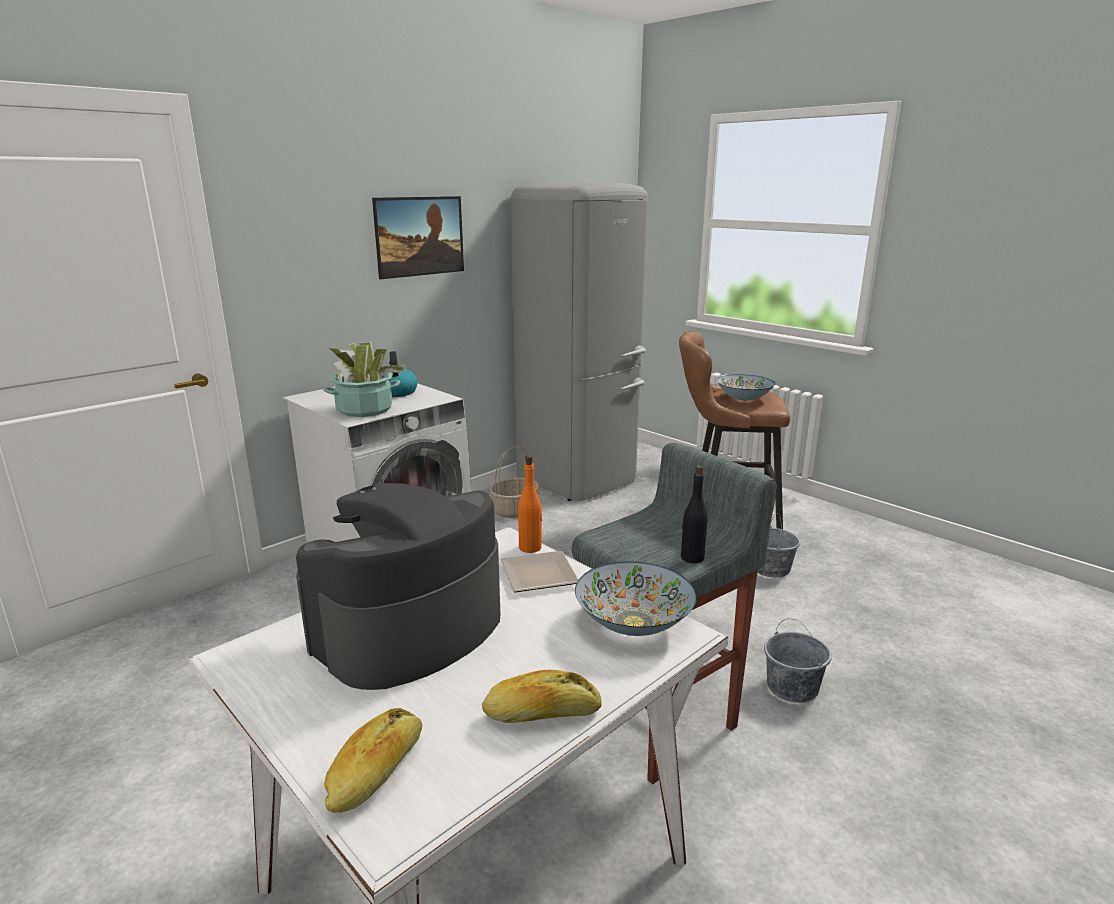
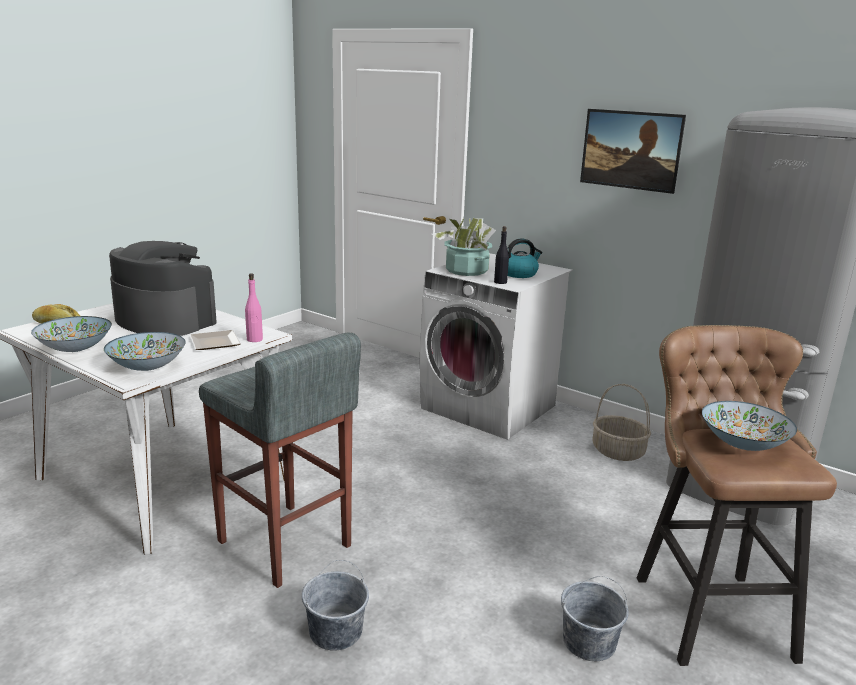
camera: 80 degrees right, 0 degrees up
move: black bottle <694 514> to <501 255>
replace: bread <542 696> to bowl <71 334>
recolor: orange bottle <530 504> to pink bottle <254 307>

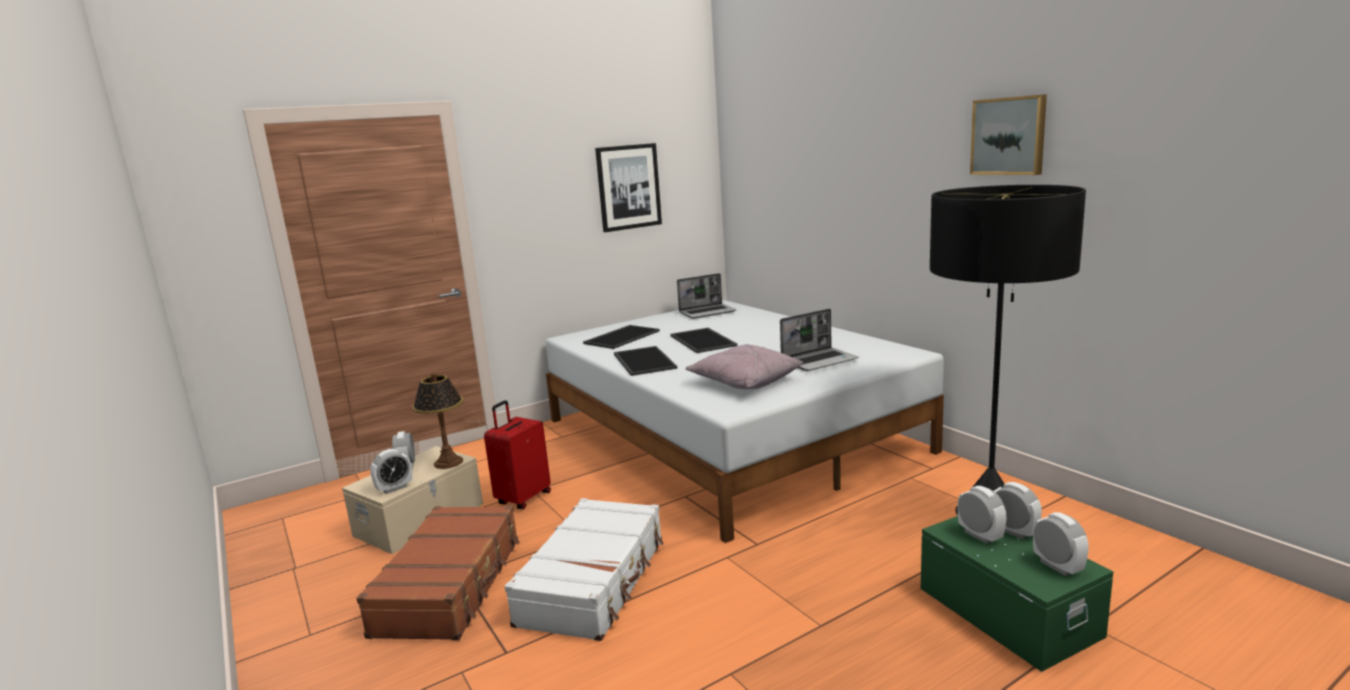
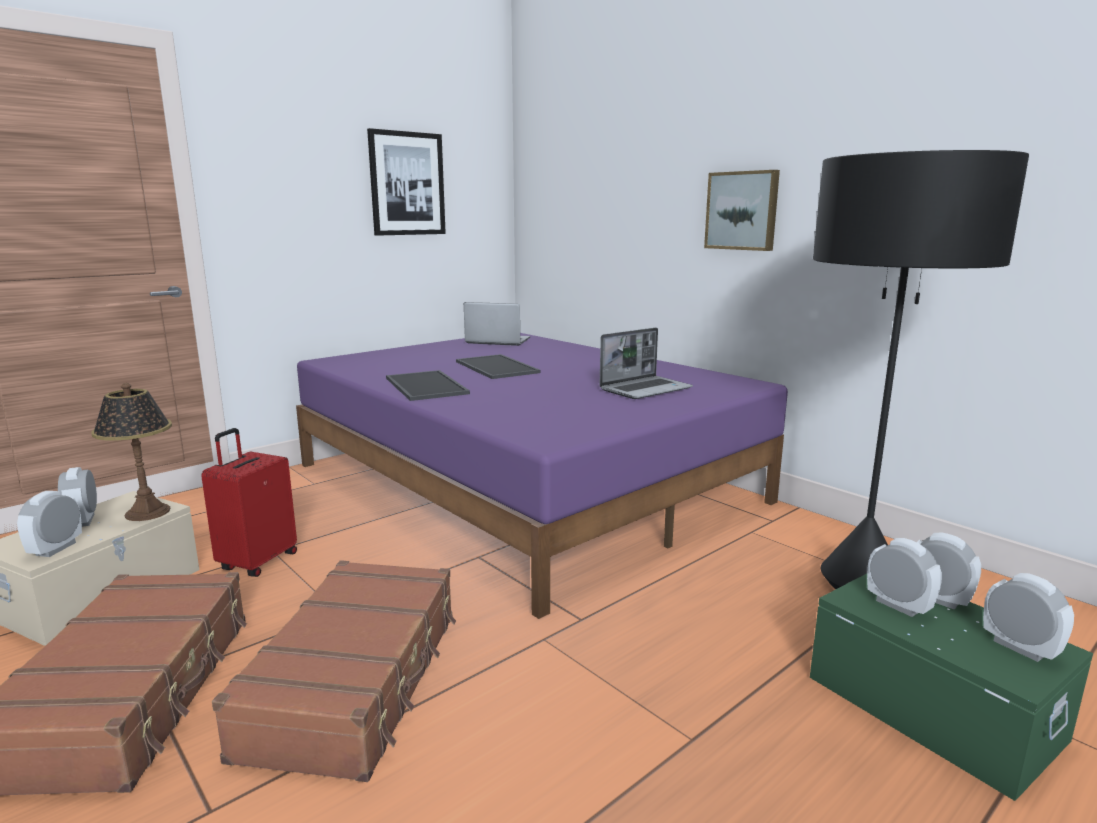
camera: 10 degrees left, 0 degrees up
delete: tray <621 337>; purple pillow <744 366>
move: picture <1008 134> to <742 210>
recolor: white bed <745 421> to purple bed <542 476>; white suitcase <584 569> to brown suitcase <334 671>
rotate: laptop <706 296> = <497 324> 135 degrees counterclockwise; alarm clock <391 471> = <49 524> 150 degrees clockwise

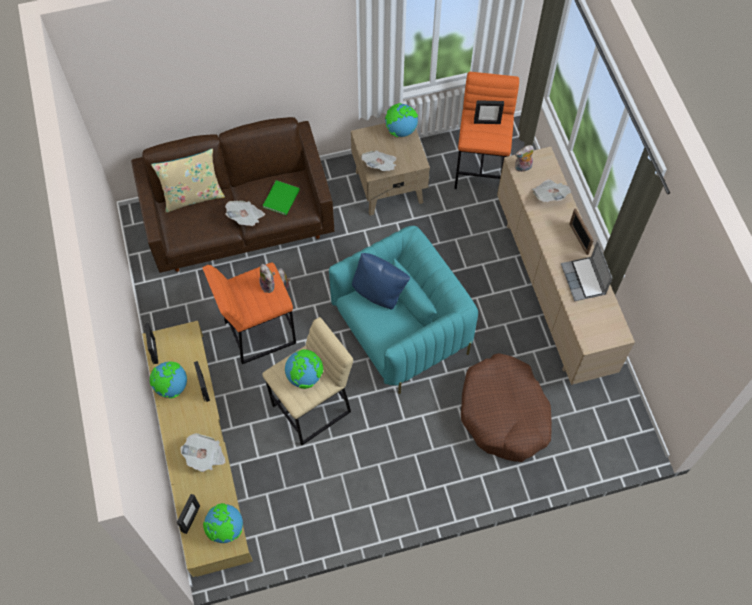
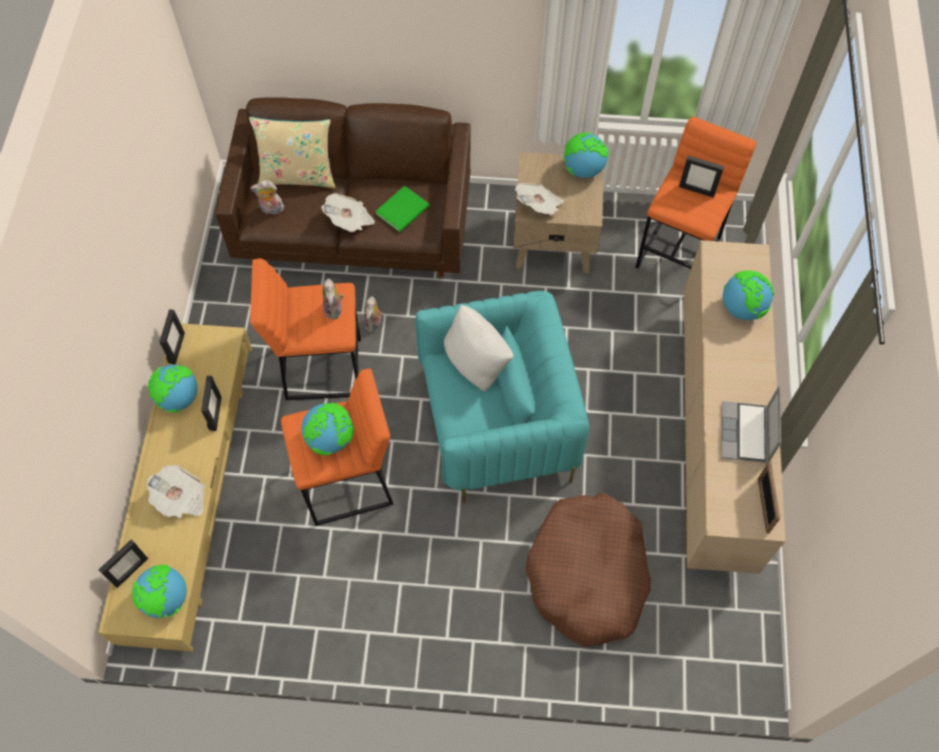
camera: 20 degrees right, 0 degrees up
move: plush toy <524 158> to <267 197>; picture frame <581 231> to <769 497>
replace: newspaper <551 190> to globe <748 295>
recolor: blue pillow <381 281> to white pillow <478 348>; beige stool <308 381> to orange stool <337 447>

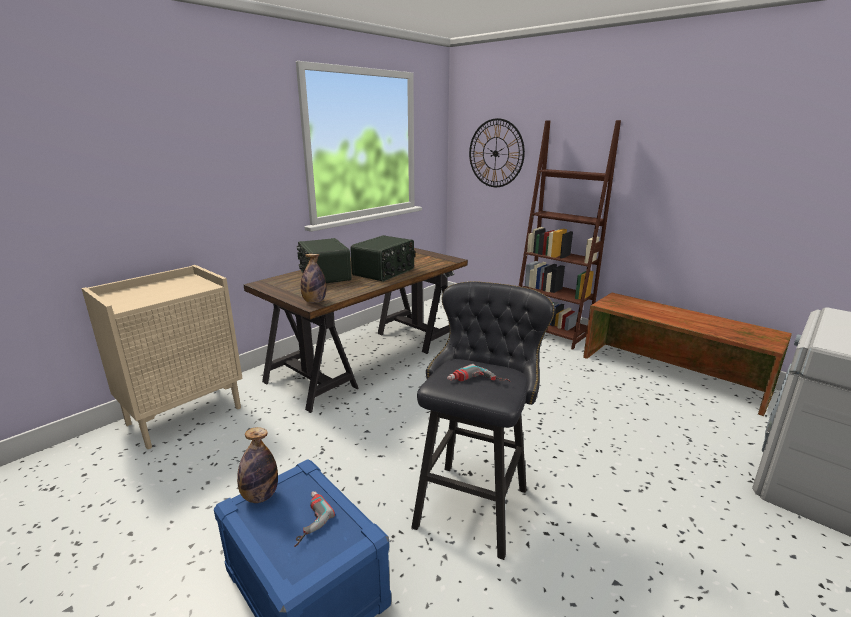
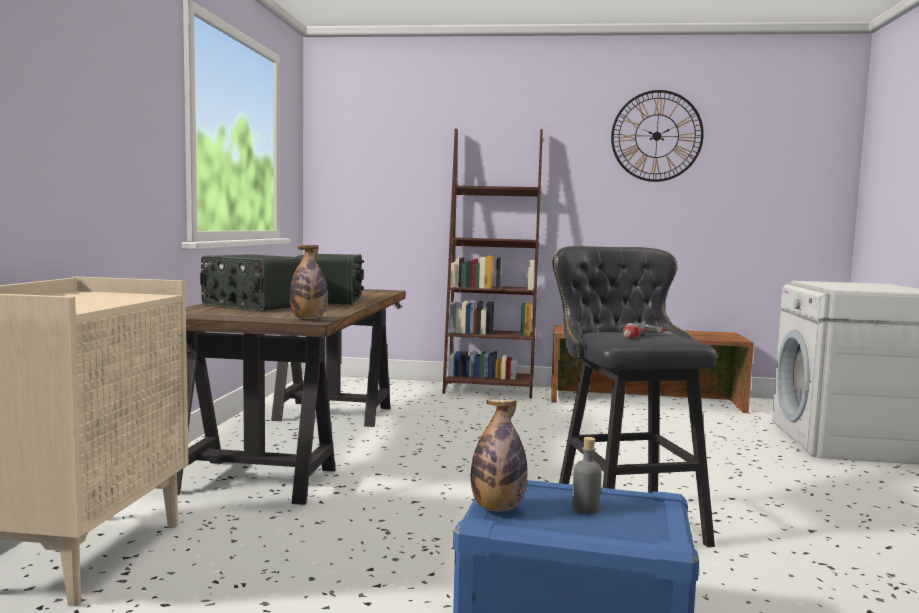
camera: 35 degrees left, 15 degrees down
move: wall clock <497 152> to <657 136>
replace: power drill <314 519> to grey bottle <587 475>

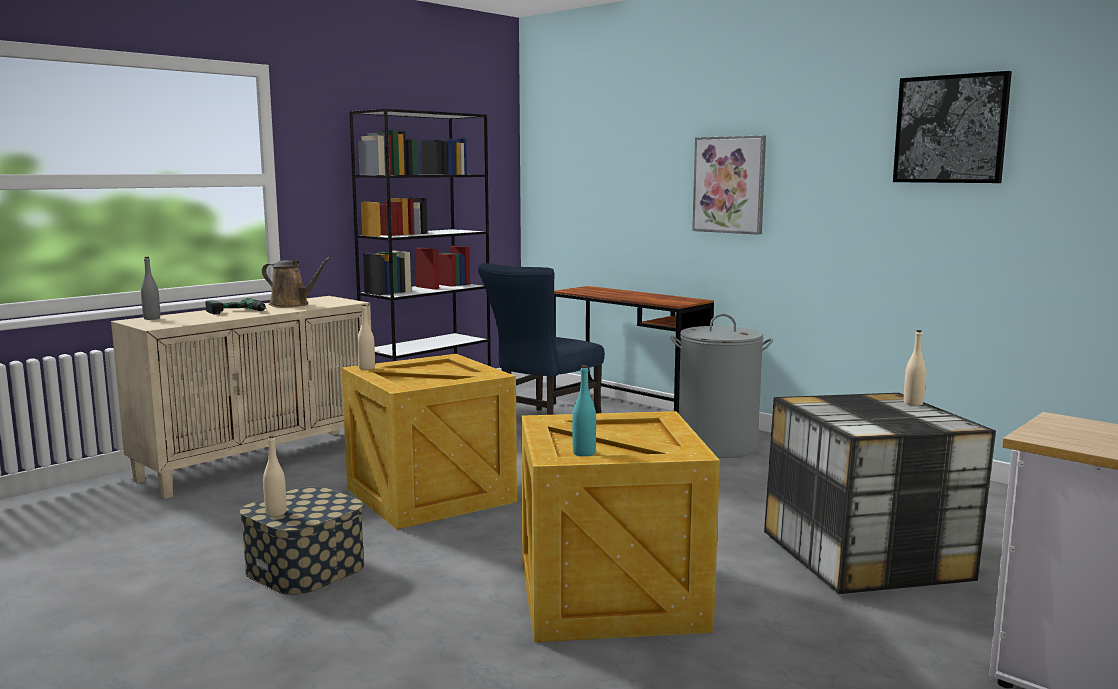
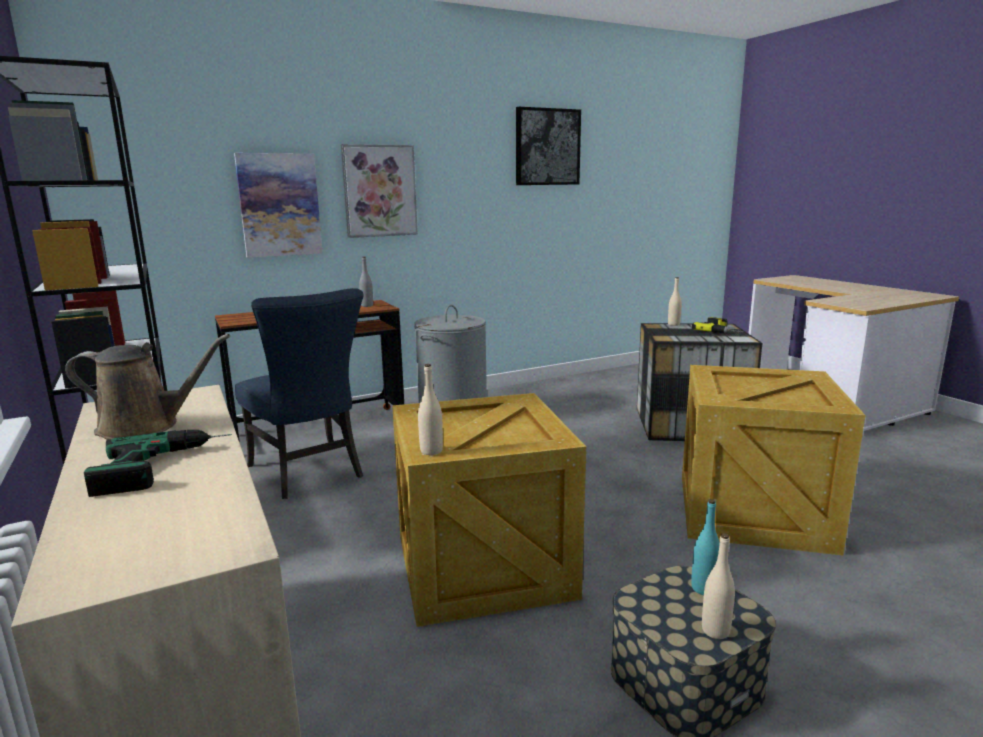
camera: 70 degrees left, 5 degrees up
insert: picture <278 205>; power drill <718 325>
move: grey bottle <150 288> to <366 282>; turquoise bottle <584 410> to <705 547>
rotate: brown watering can <296 282> = <147 387> 45 degrees clockwise

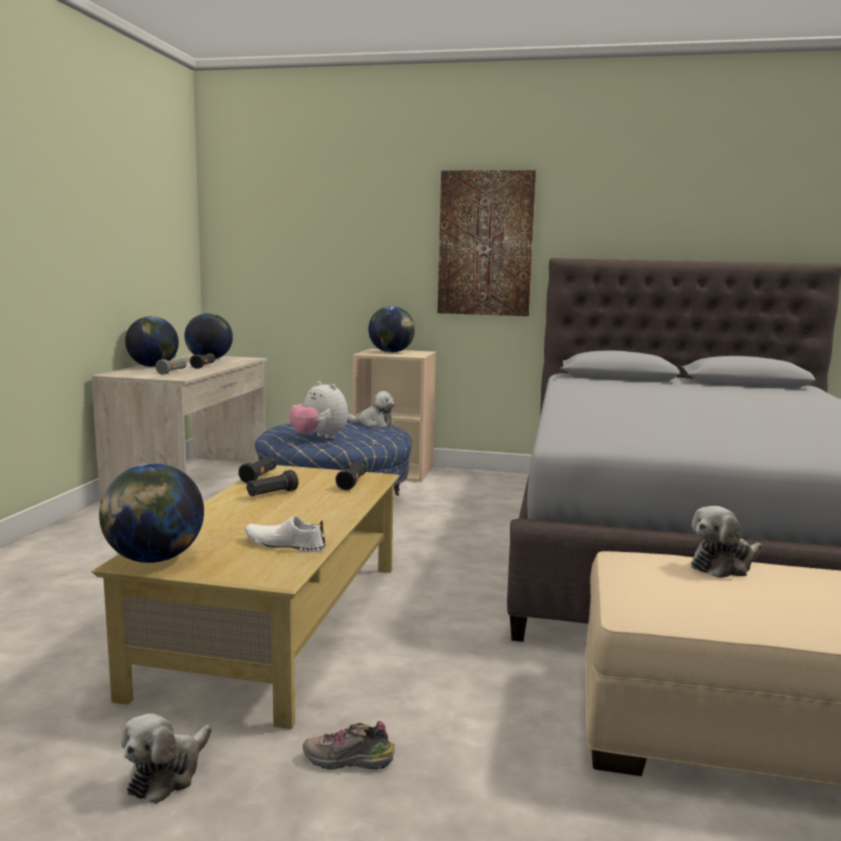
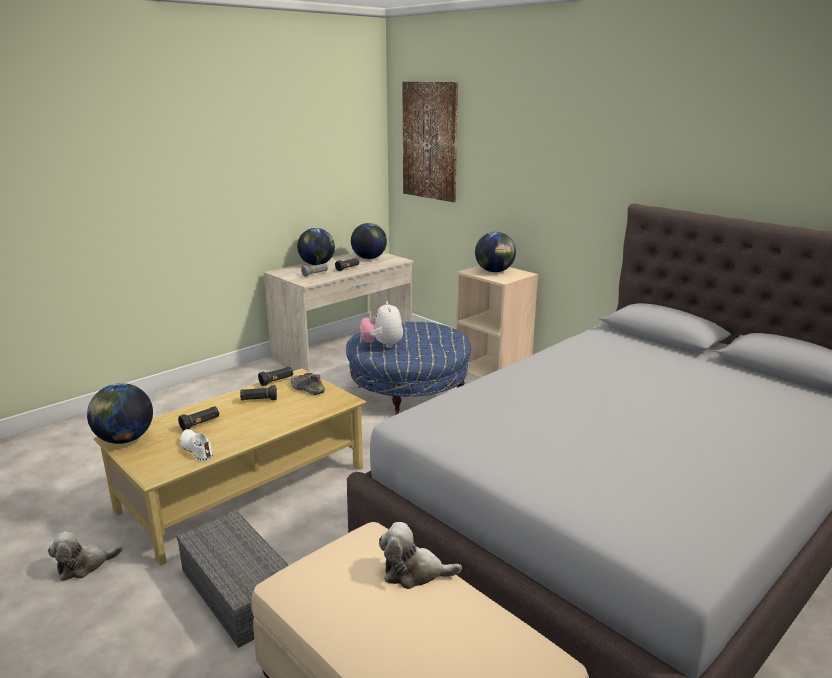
camera: 35 degrees right, 10 degrees up
delete: plush toy <371 409>
insert: grey storage box <232 579>
move: picture <487 243> to <430 142>; black flashlight <350 476> to <199 418>; shoe <349 745> to <308 384>

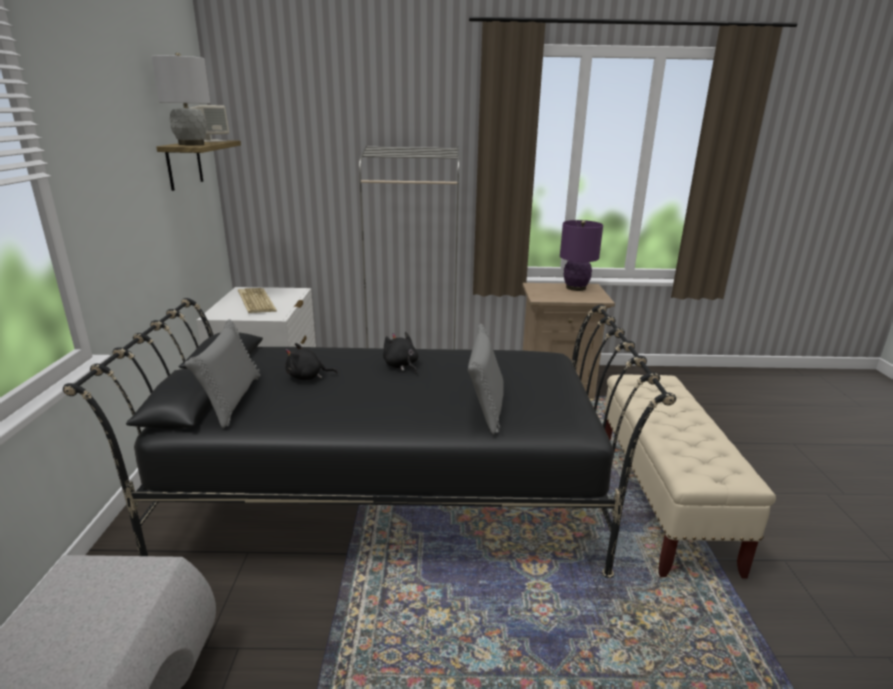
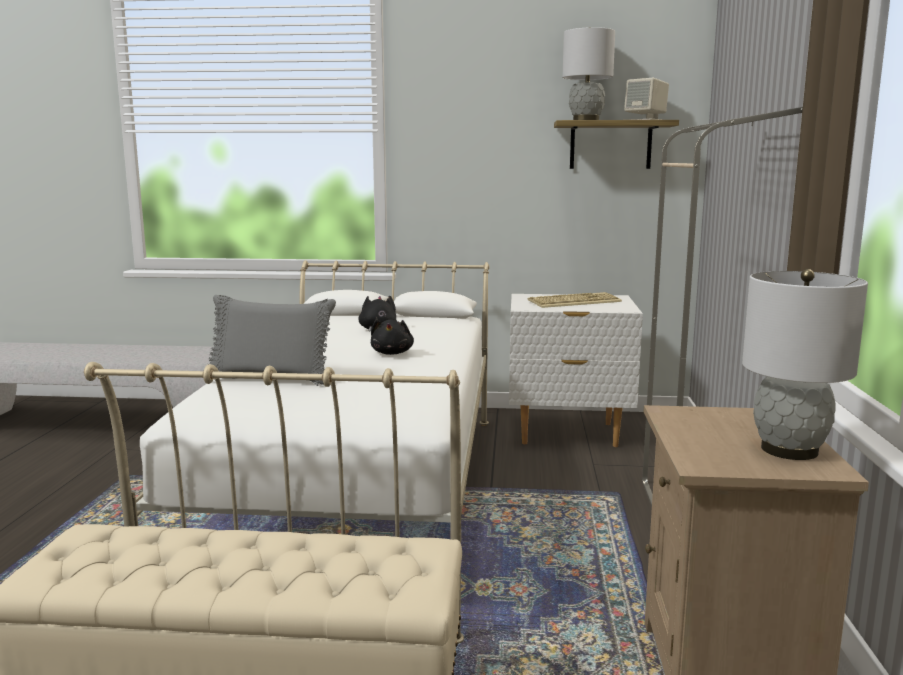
camera: 95 degrees right, 10 degrees down
delete: grey pillow <222 373>
recolor: purple table lamp <581 255> to white table lamp <805 364>; black bed <369 438> to white bed <286 452>
rotate: black plush toy <401 353> = <392 337> 120 degrees clockwise

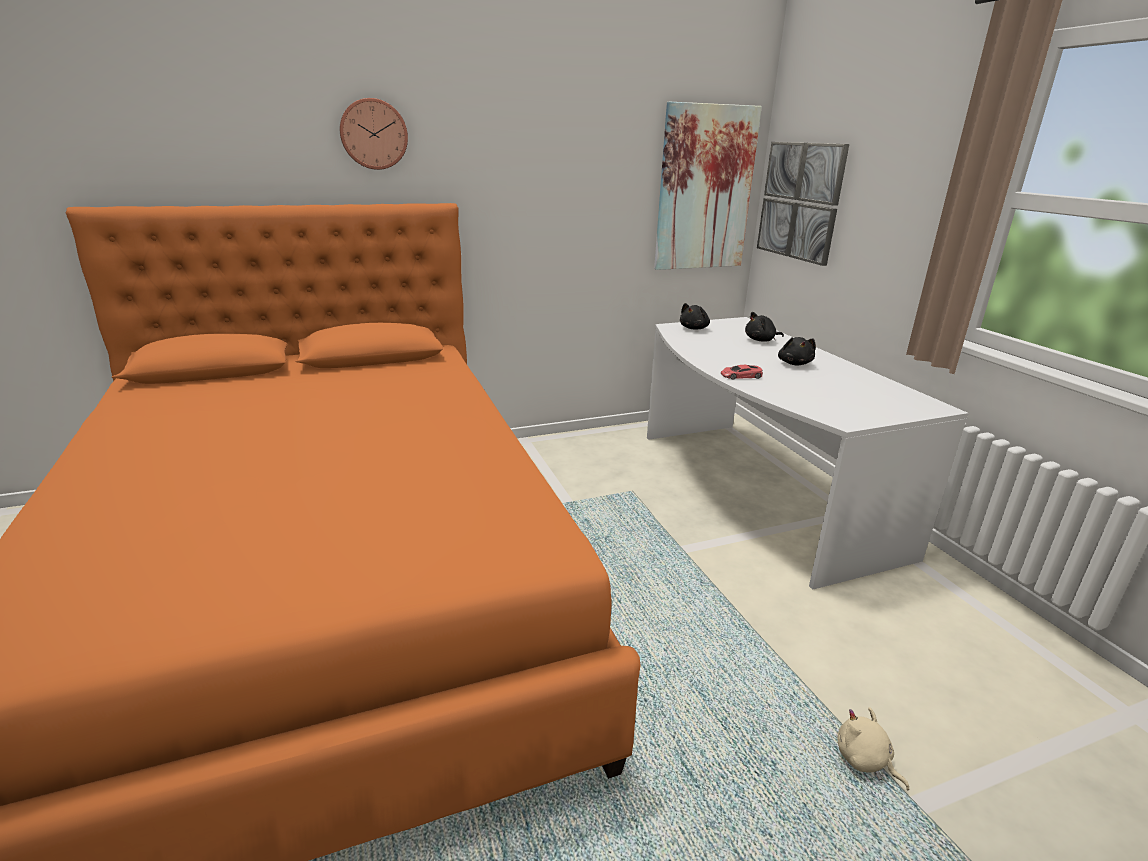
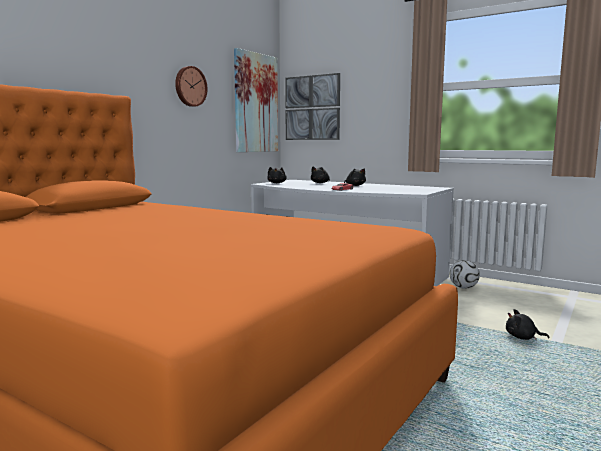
camera: 35 degrees left, 15 degrees down
insert: football <465 274>
move: wall clock <374 134> to <191 86>
recolor: beige plush toy <873 748> to black plush toy <527 324>

